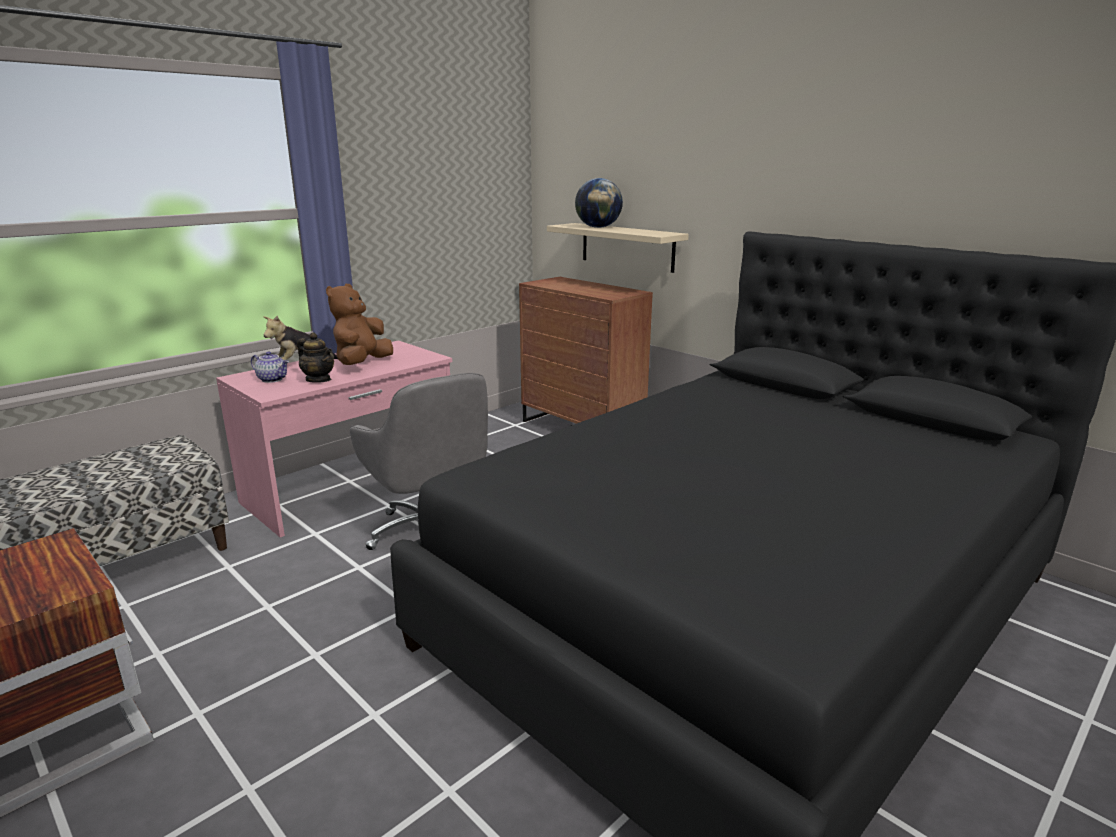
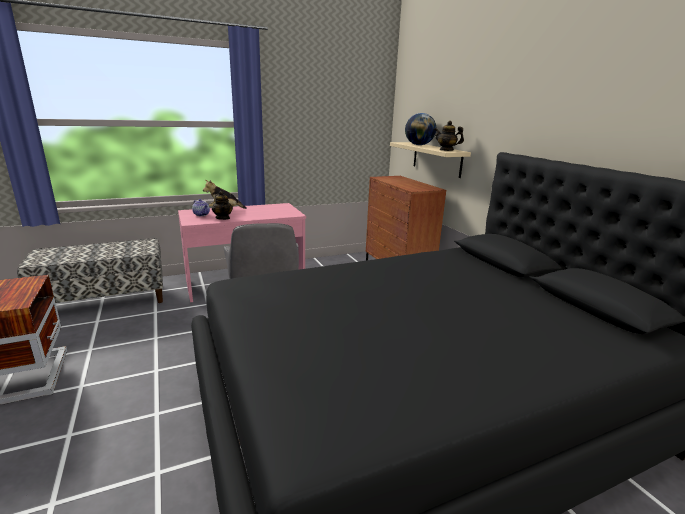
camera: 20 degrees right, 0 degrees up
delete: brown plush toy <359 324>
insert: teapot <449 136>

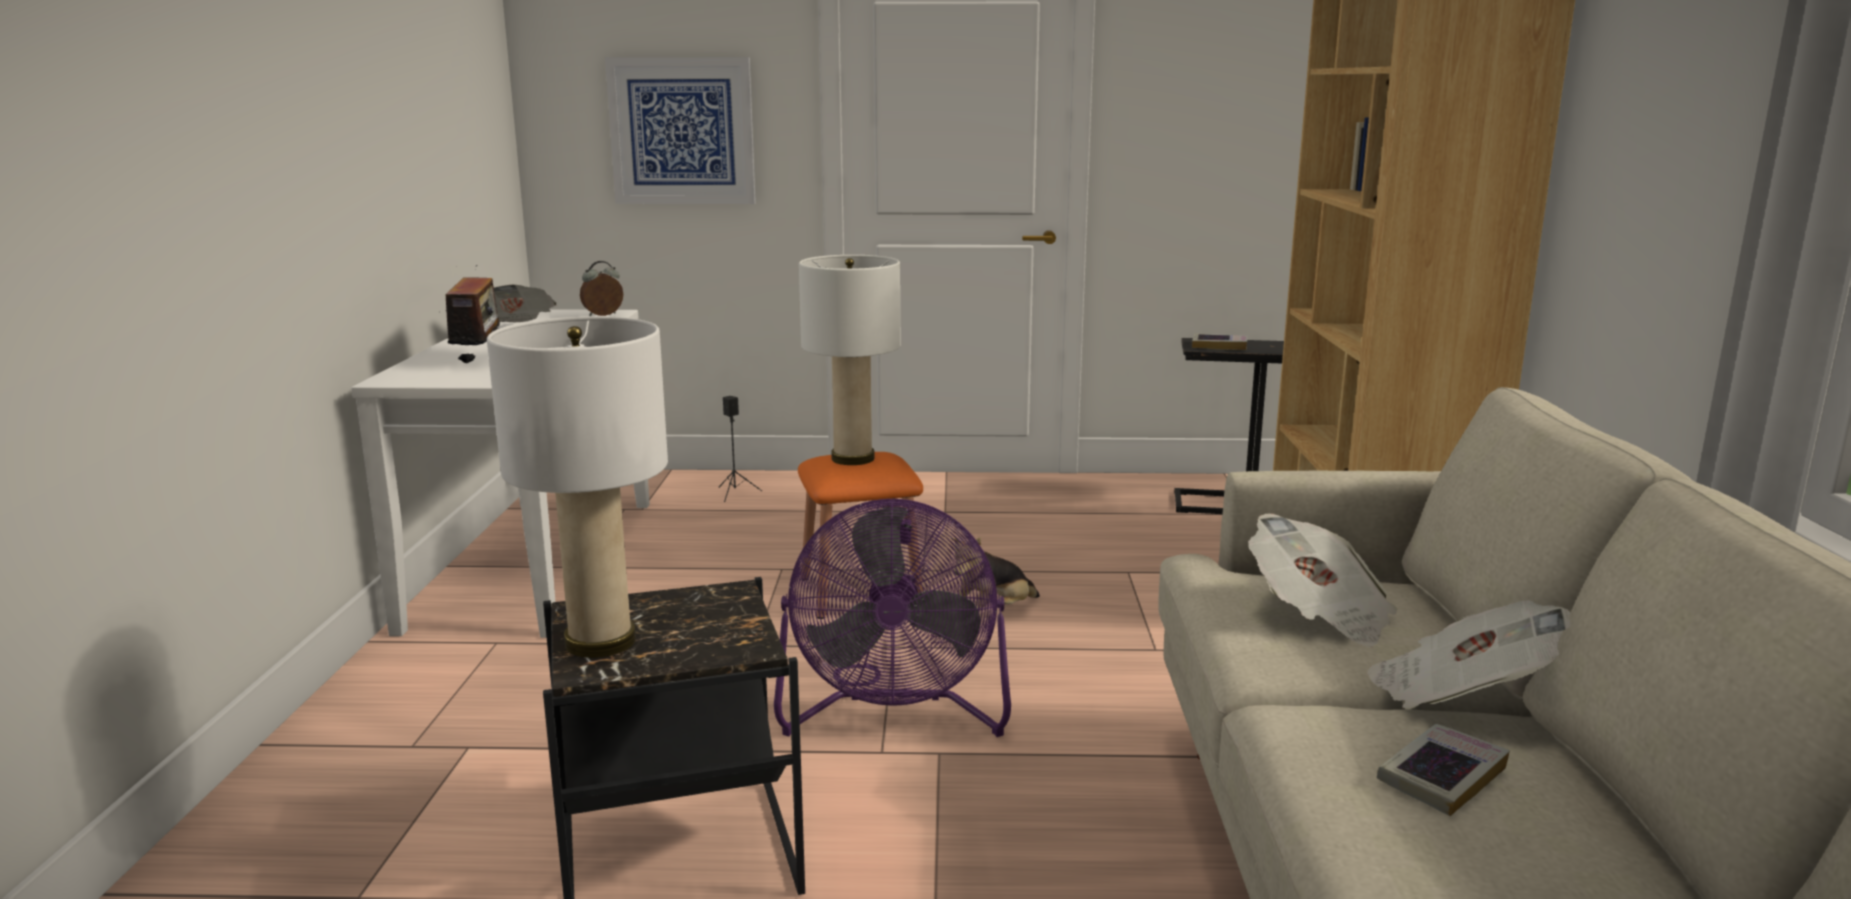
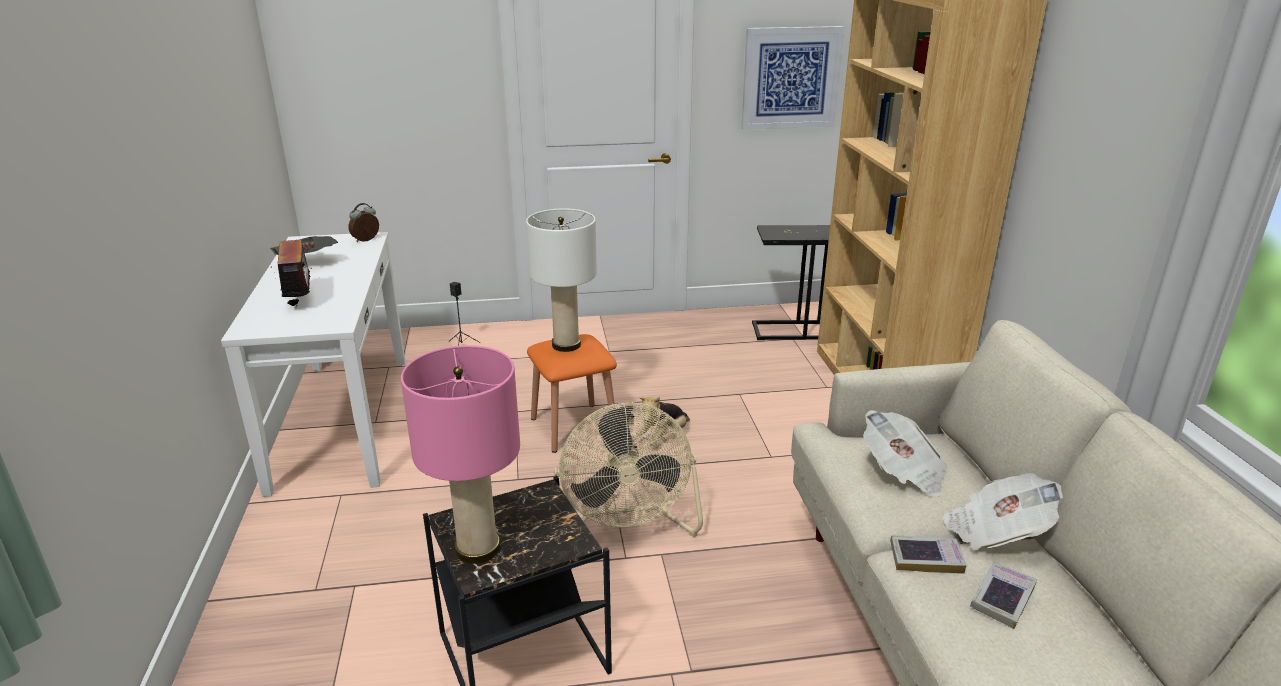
camera: 10 degrees left, 10 degrees up
move: picture <680 130> to <792 78>; book <1220 341> to <928 554>
recolor: white table lamp <577 487> to pink table lamp <460 454>; purple fan <892 618> to beige fan <628 470>

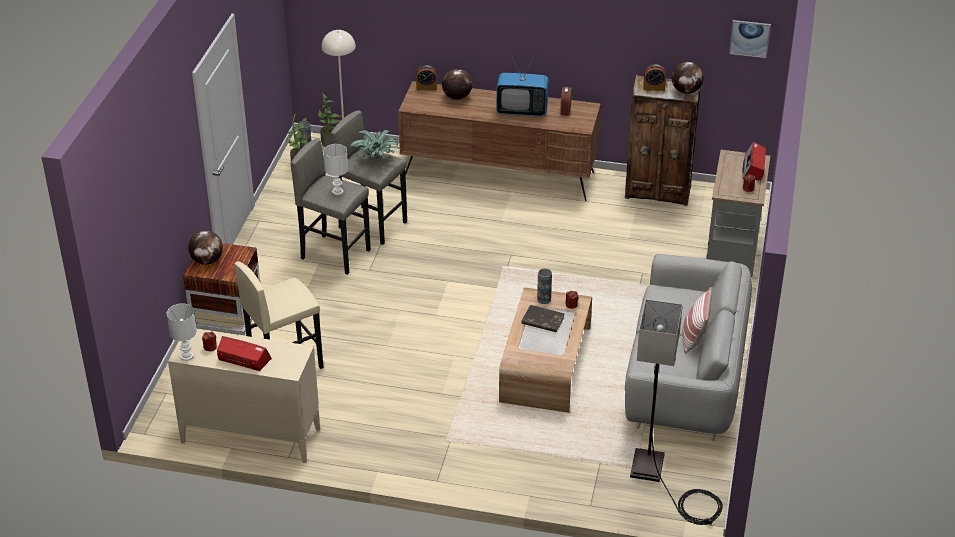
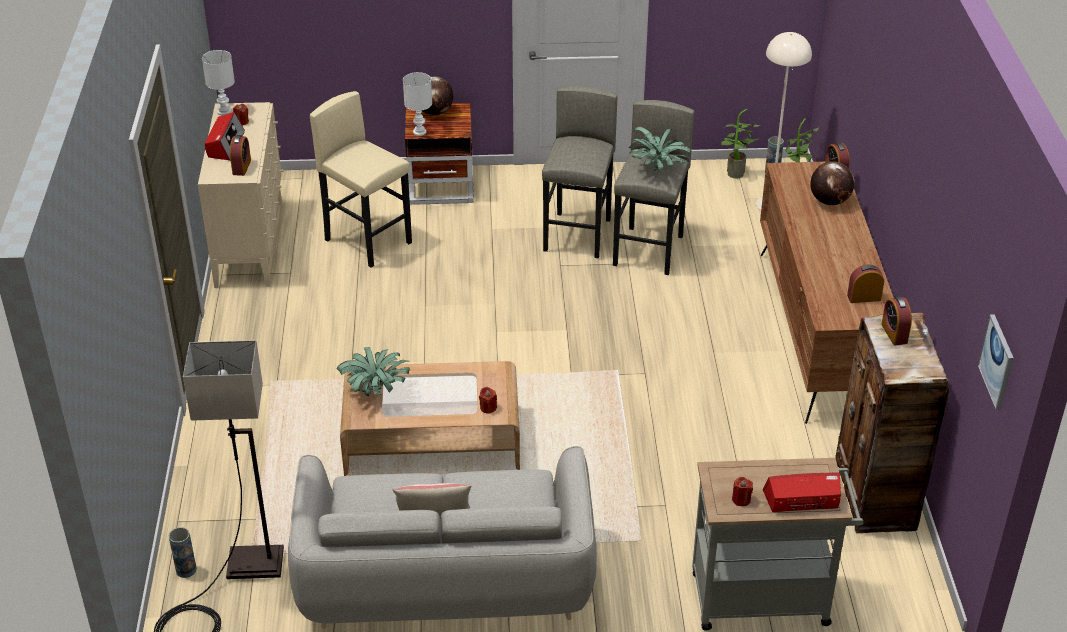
camera: 75 degrees right, 0 degrees up
delete: television <522 87>; globe <688 78>; brown book <543 318>
insert: alarm clock <240 155>; potted plant <373 371>
move: white table lamp <335 169> to <417 104>; vase <544 286> to <183 552>

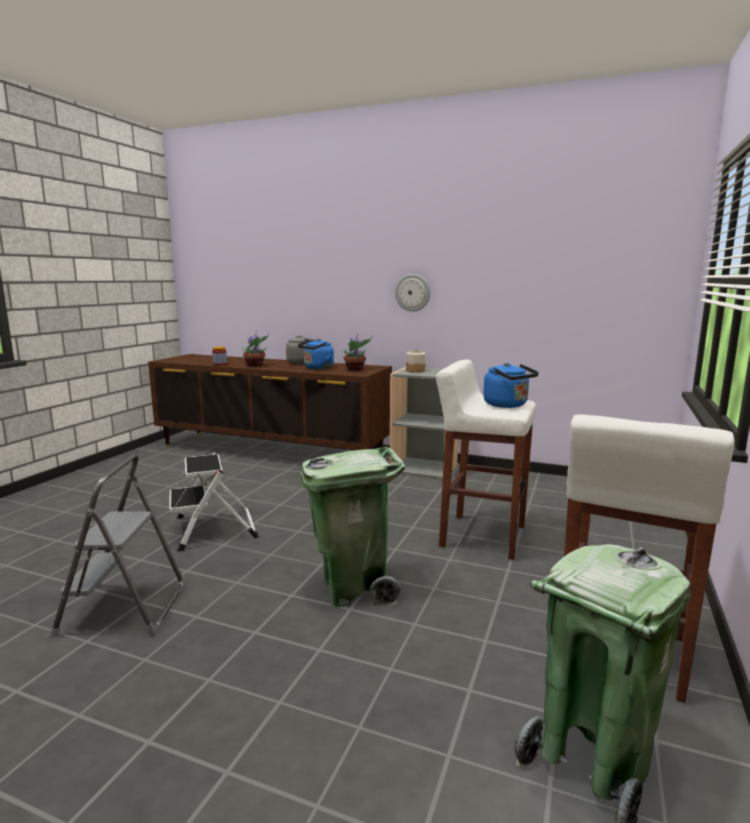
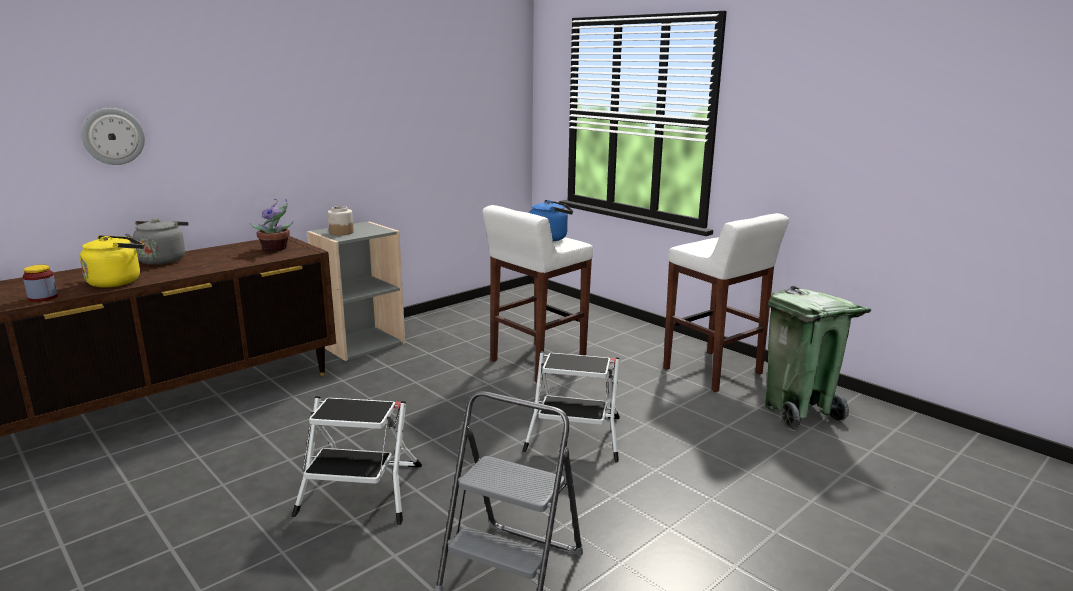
camera: 65 degrees left, 5 degrees up
delete: blue kettle <316 354>
move: wall clock <412 293> to <113 136>
replace: potted plant <255 348> to yellow kettle <112 261>; green trash can <352 527> to step ladder <571 406>

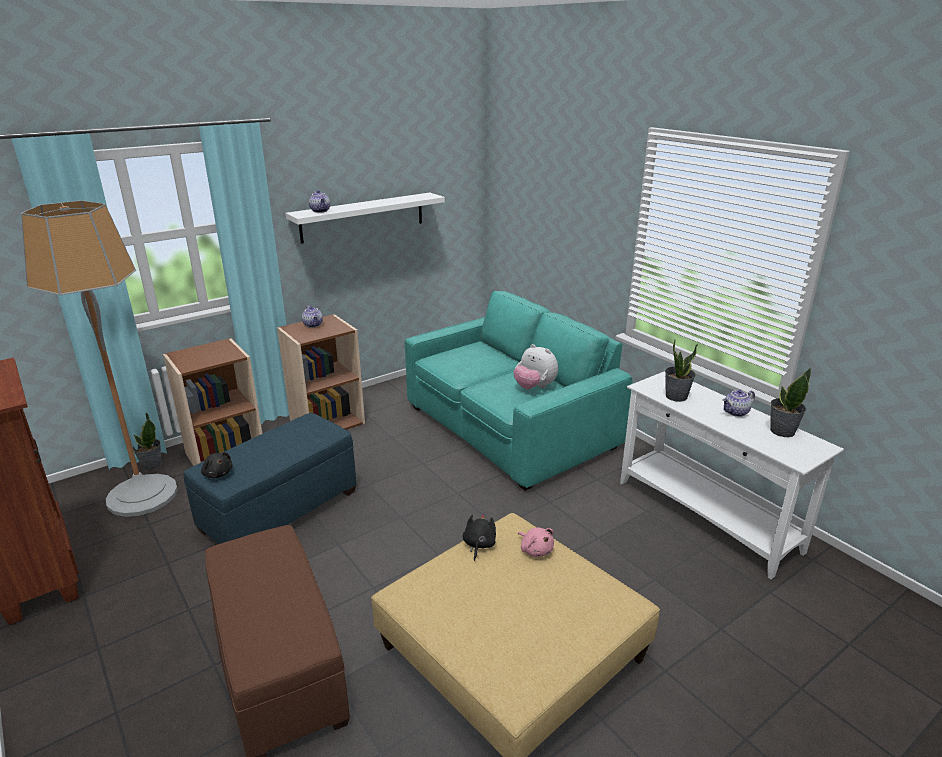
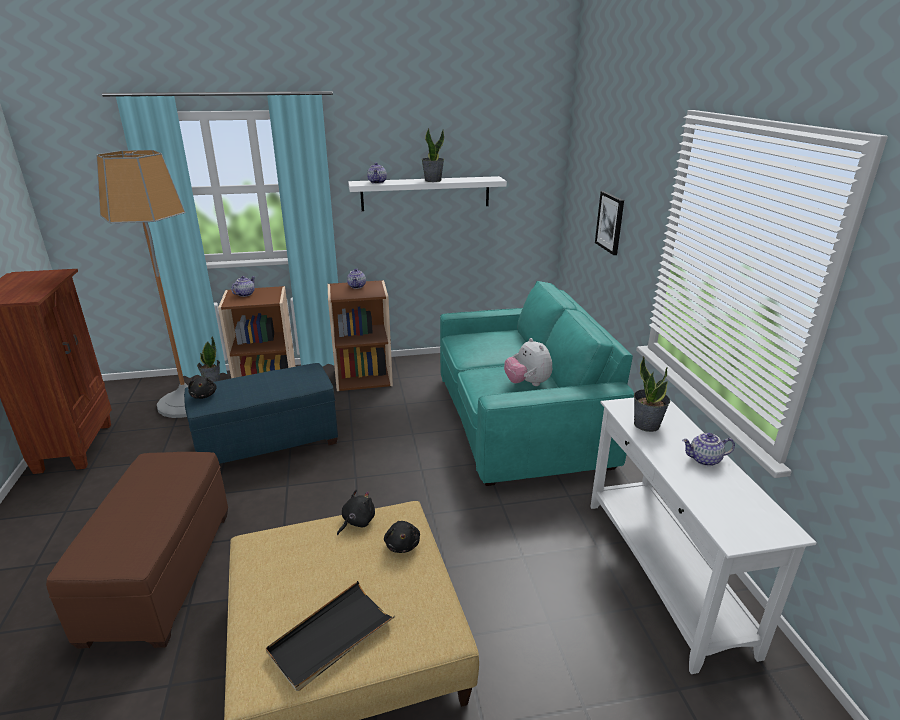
camera: 25 degrees right, 0 degrees up
insert: picture <609 223>; teapot <243 286>; black tray <330 636>
move: potted plant <790 402> to <432 155>
recolor: pink plush toy <536 542> to black plush toy <402 537>

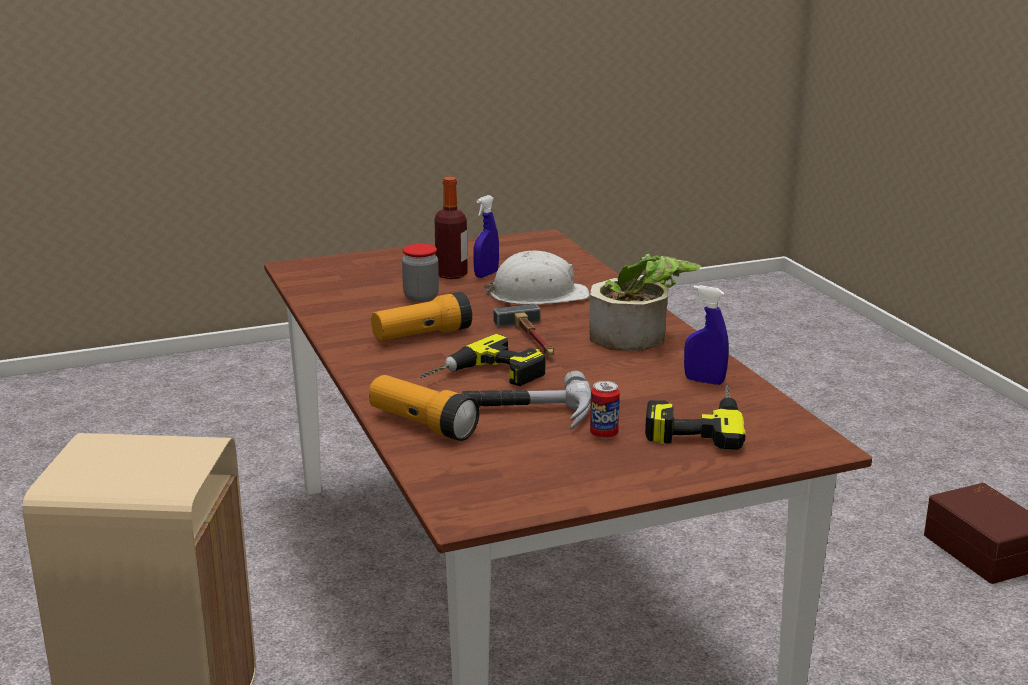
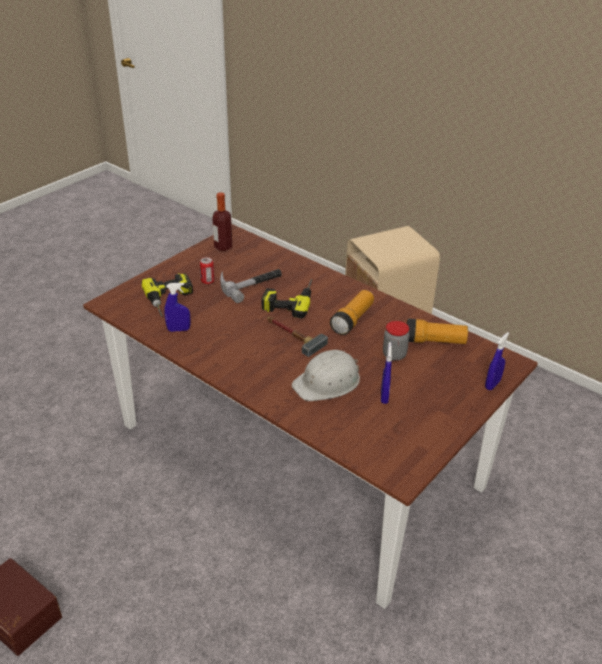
camera: 150 degrees right, 15 degrees up
delete: potted plant <645 302>
insert: blue spray bottle <497 361>
move: bottle <451 228> to <222 221>; flashlight <424 408> to <437 331>

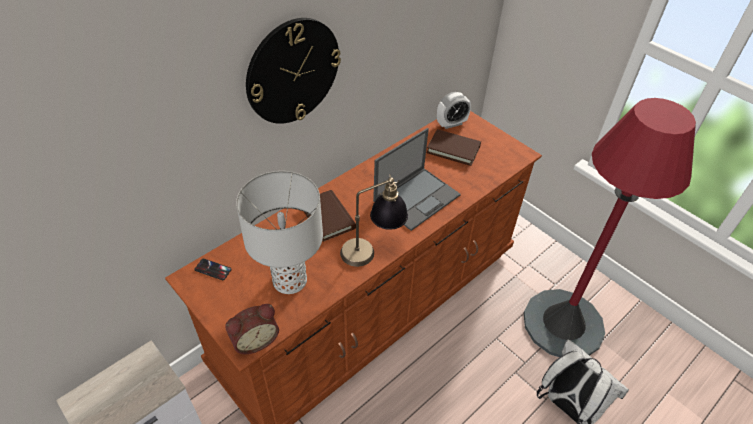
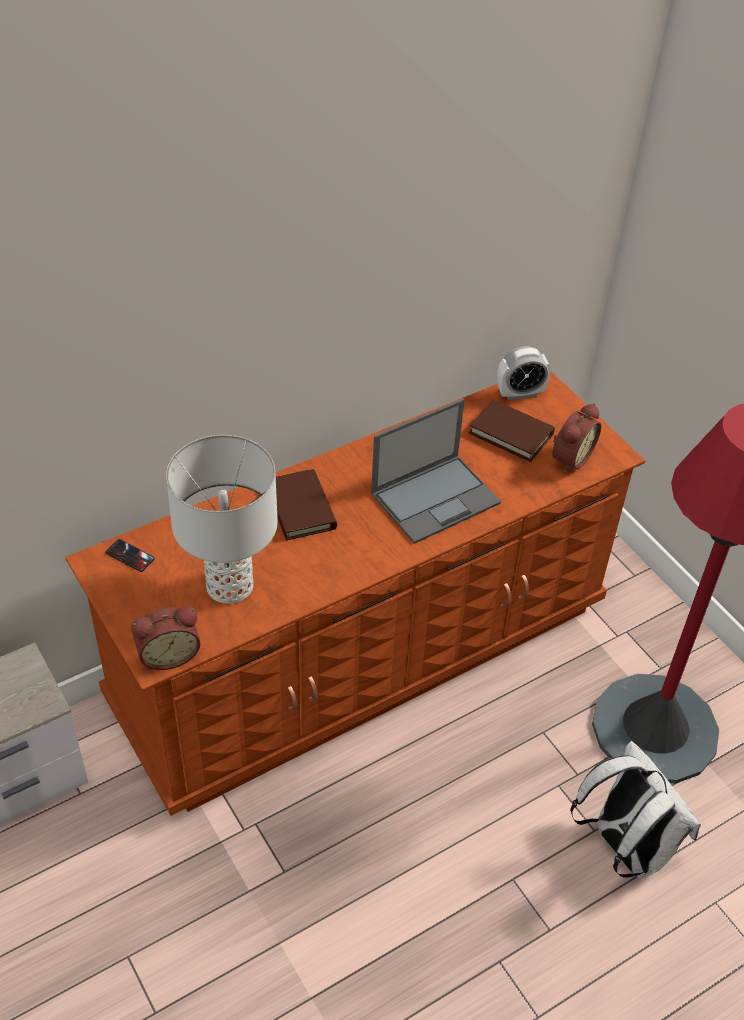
camera: 10 degrees right, 0 degrees up
delete: wall clock <293 71>; table lamp <374 220>
insert: alarm clock <576 438>

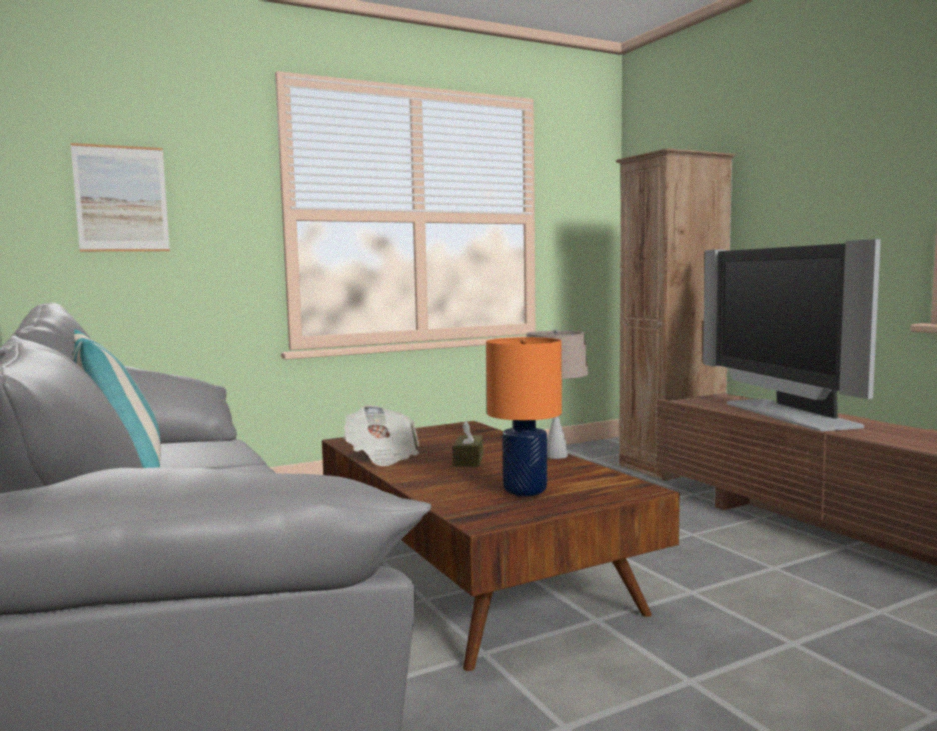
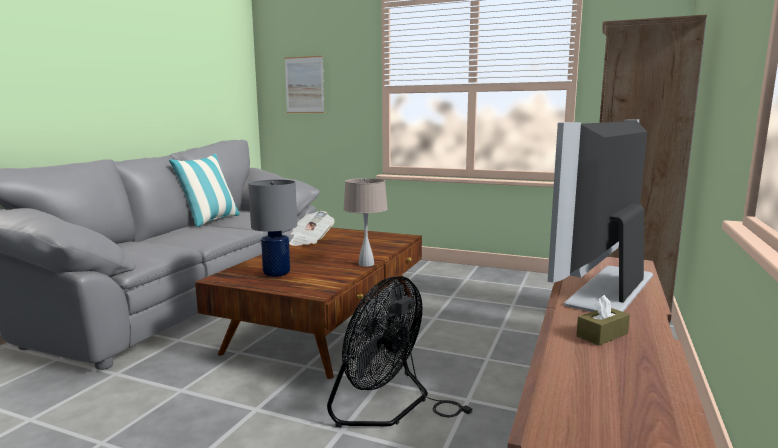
camera: 50 degrees right, 5 degrees up
insert: black fan <400 352>
move: brown tissue box <468 444> to <603 320>
recolor: orange table lamp <524 417> to grey table lamp <272 228>

